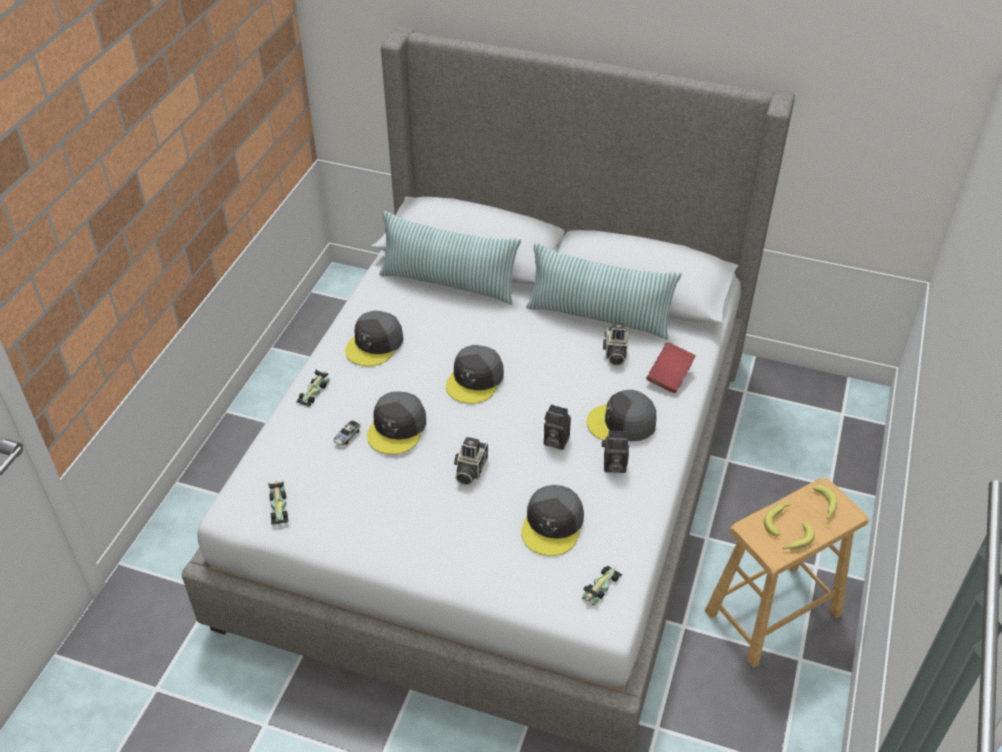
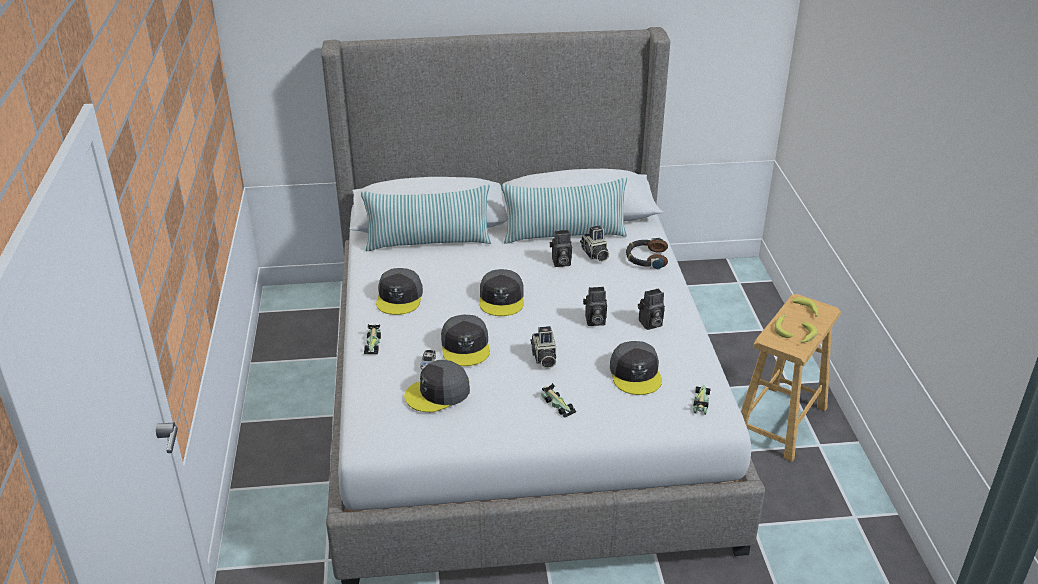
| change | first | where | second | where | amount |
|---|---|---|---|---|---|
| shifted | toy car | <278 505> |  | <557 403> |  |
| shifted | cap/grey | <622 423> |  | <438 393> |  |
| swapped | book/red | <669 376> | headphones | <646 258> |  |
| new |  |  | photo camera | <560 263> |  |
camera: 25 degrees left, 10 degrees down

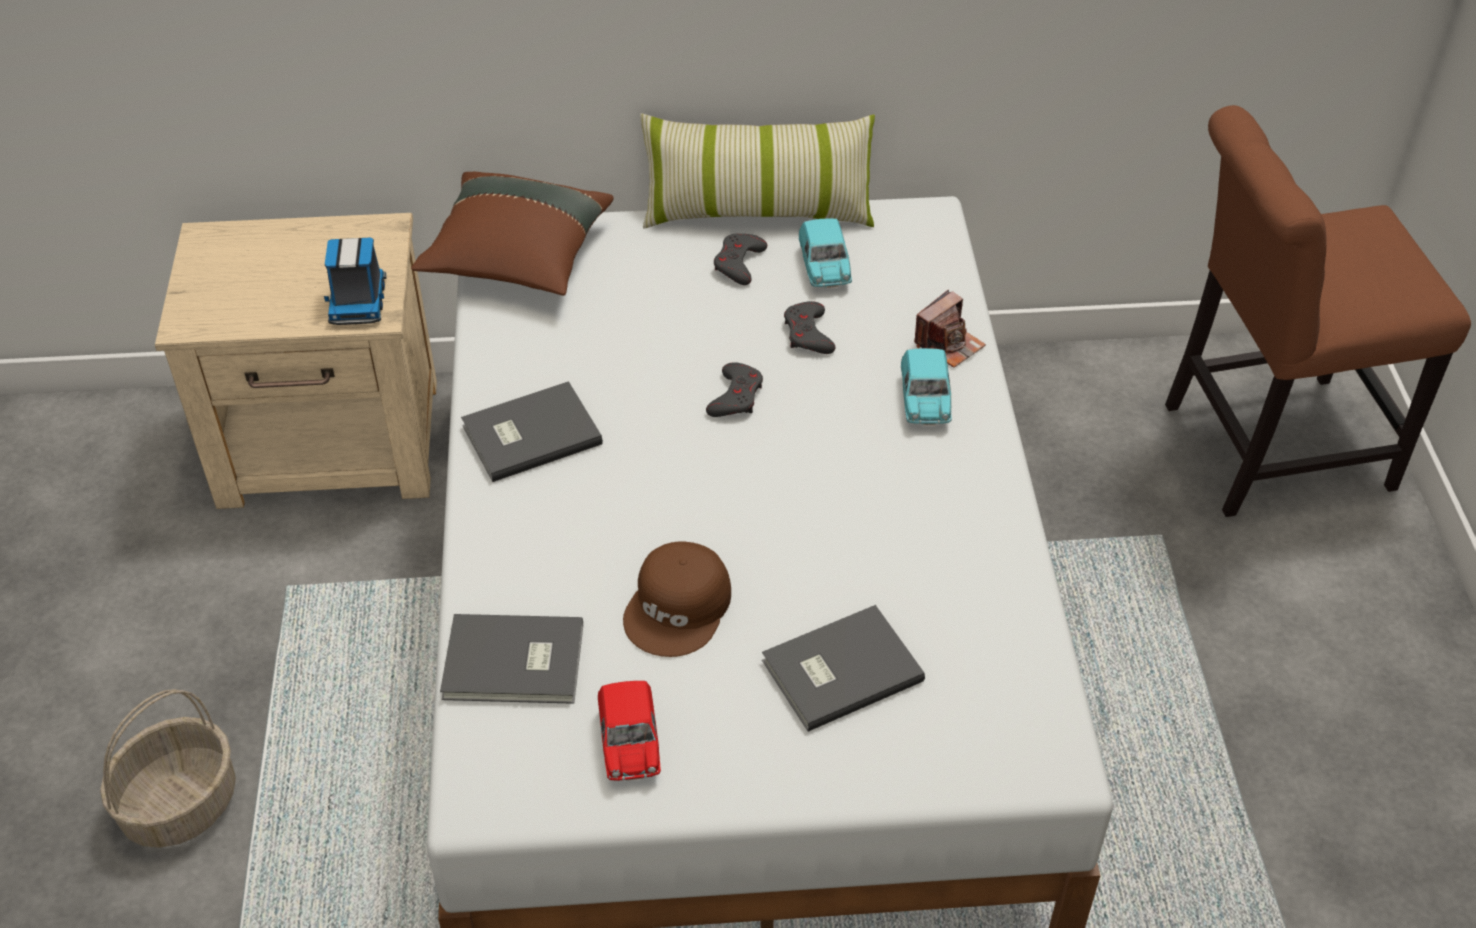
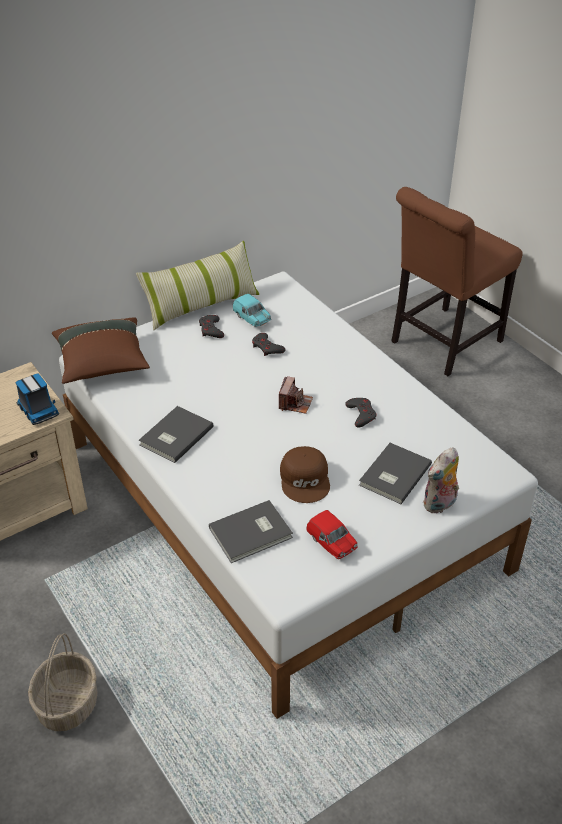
| change | first | where | second | where | amount |
|---|---|---|---|---|---|
| shifted | game controller/grey | <736 396> |  | <361 414> |  |
| gone | toy car/turquoise | <925 402> |  |  |  |
| shifted | photo camera | <949 344> |  | <295 403> |  |
| new |  |  | plush toy | <440 505> |  |
camera: 30 degrees left, 5 degrees down

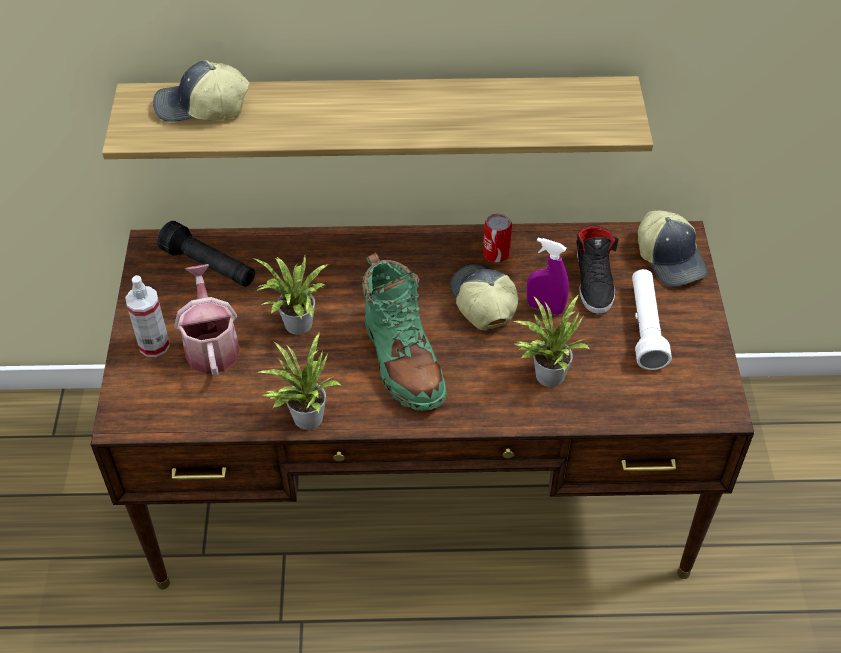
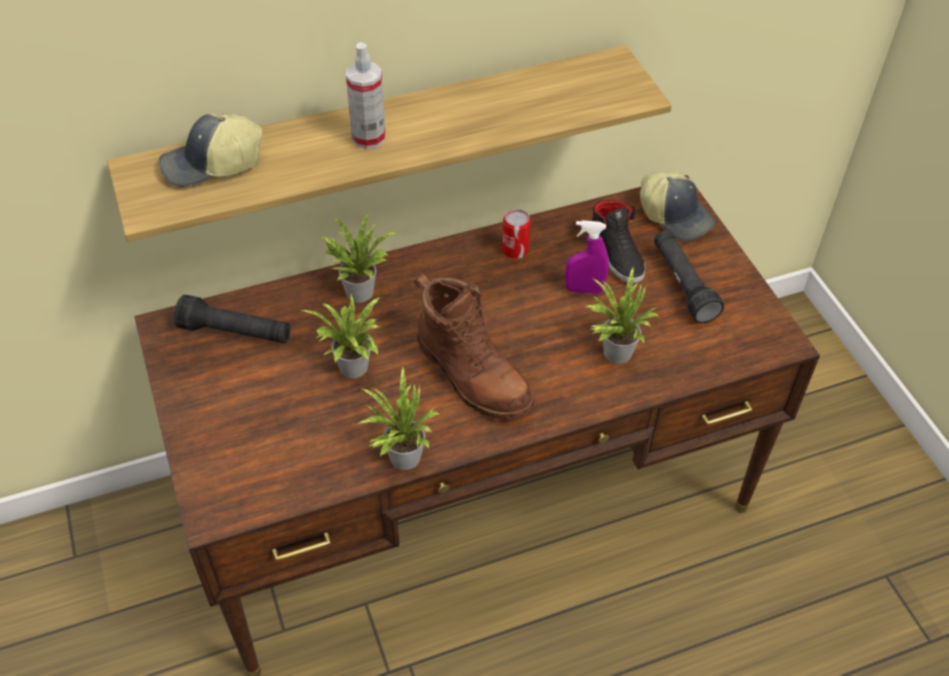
| change | first | where | second | where | amount |
|---|---|---|---|---|---|
| shifted | spray bottle | <154 345> |  | <368 137> |  |
| gone | watering can | <211 345> |  |  |  |
| repainted | boot/green | <402 360> | boot/brown | <472 375> |  |
| gone | cap | <482 302> |  |  |  |
| repainted | flashlight/white | <645 327> | flashlight/black | <682 284> |  |
| new |  |  | potted plant | <358 290> |  |
camera: 20 degrees left, 0 degrees up

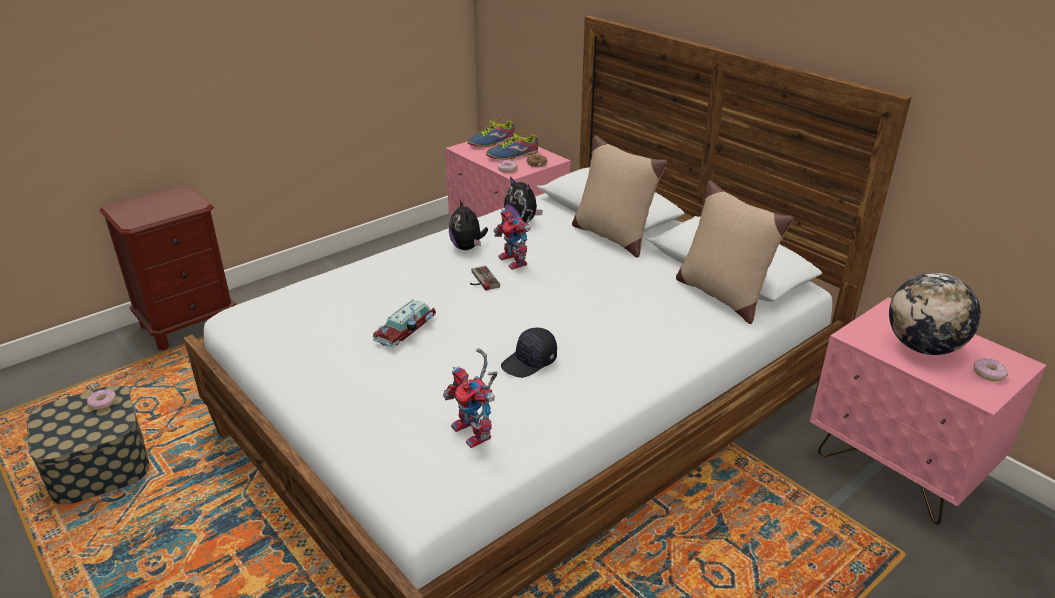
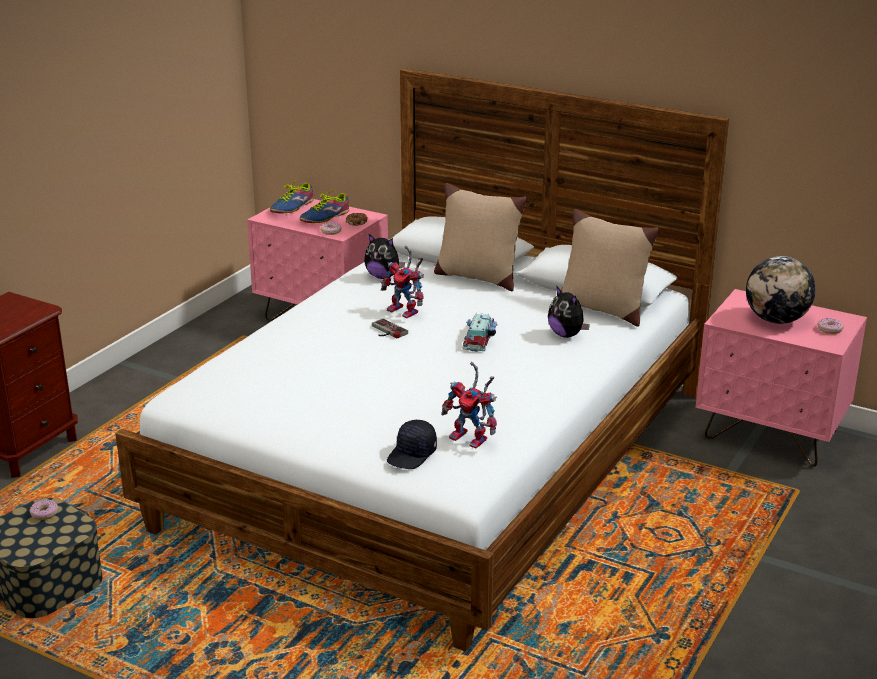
| change | first | where | second | where | amount |
|---|---|---|---|---|---|
| shifted | toy car | <407 328> |  | <480 338> |  |
| shifted | plush toy | <467 247> |  | <566 335> |  |
| shifted | cap/black | <530 362> |  | <412 455> |  |
camera: 20 degrees left, 5 degrees down

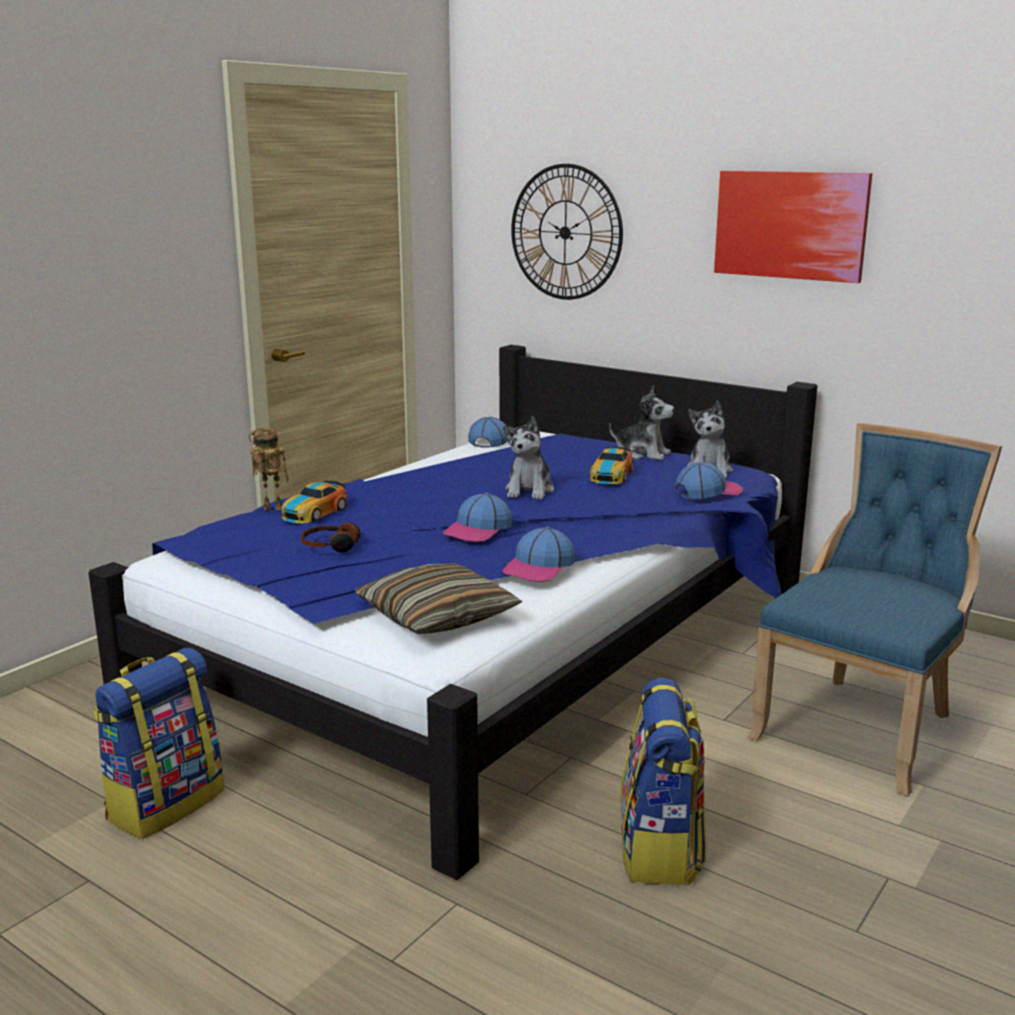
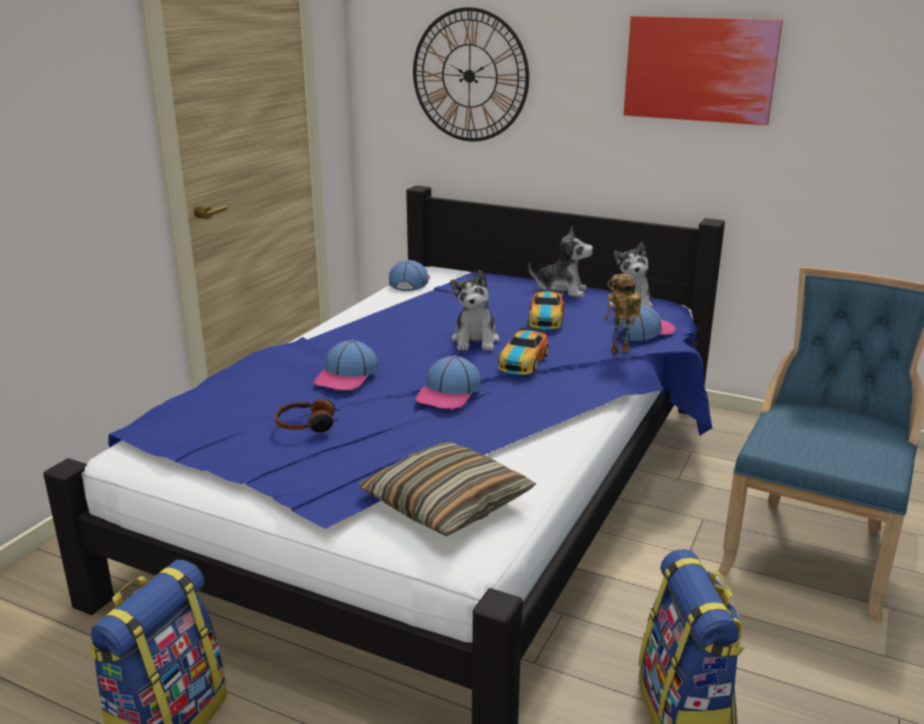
| change | first | where | second | where | amount |
|---|---|---|---|---|---|
| shifted | toy robot | <271 509> |  | <619 352> |  |
| shifted | toy car | <314 512> |  | <523 360> |  |
| shifted | cap | <539 567> |  | <346 376> |  |
camera: 10 degrees left, 5 degrees up

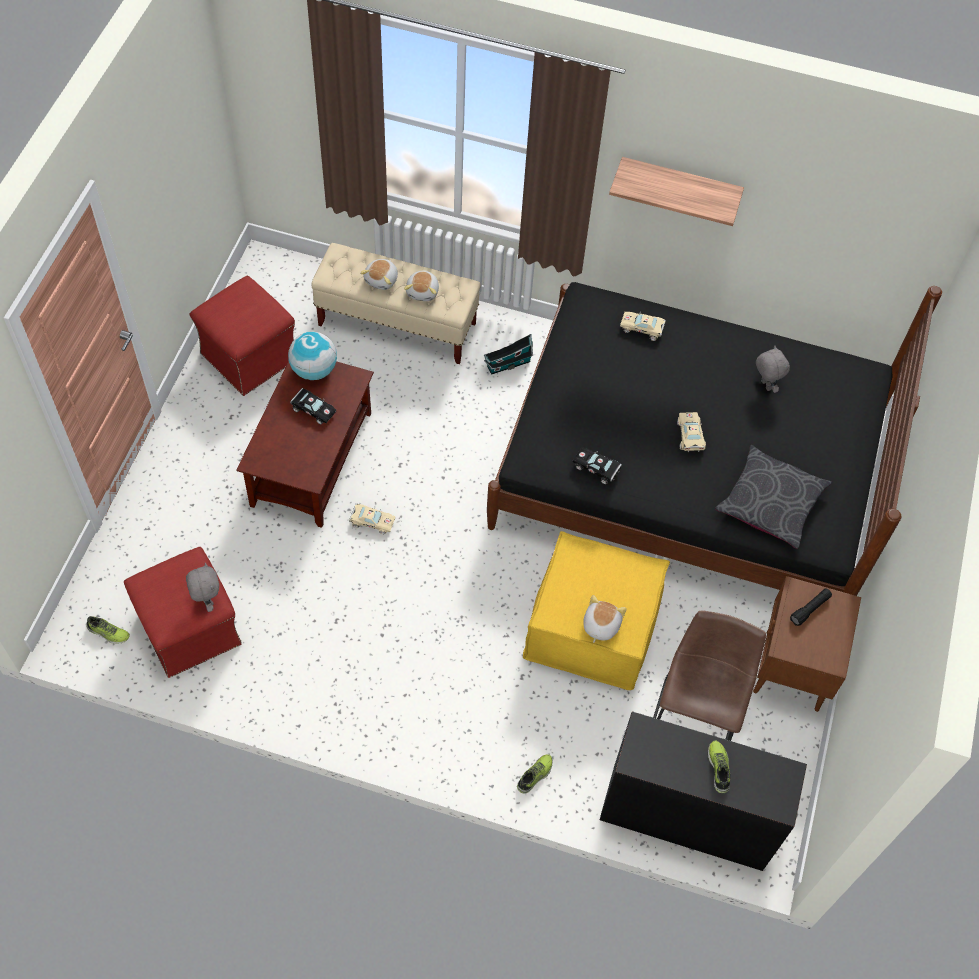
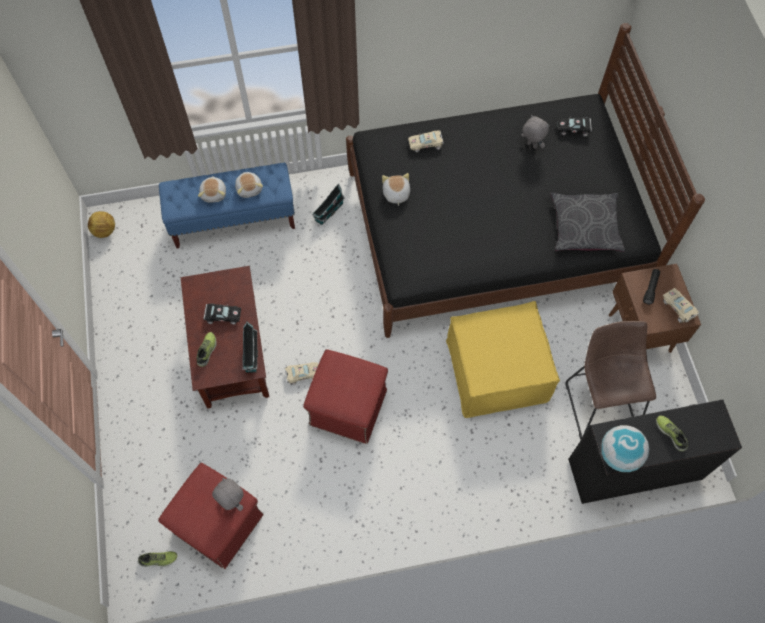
| change | first | where | second | where | amount |
|---|---|---|---|---|---|
| shifted | ottoman/red | <248 356> |  | <347 407> |  |
| shifted | globe | <314 370> |  | <619 455> |  |
| repainted | bench/beige | <397 324> | bench/blue | <234 220> |  |
| shifted | shoe | <535 775> |  | <207 350> |  |
| shifted | toy car/black | <597 469> |  | <574 129> |  |
| shifted | plush toy | <600 625> |  | <396 194> |  |
| gone | shelf | <679 186> |  |  |  |
| shifted | toy car/beige | <690 437> |  | <679 309> |  |
| new |  |  | football | <105 231> |  |
| new |  |  | toy house | <251 356> |  |
camera: 25 degrees left, 5 degrees up

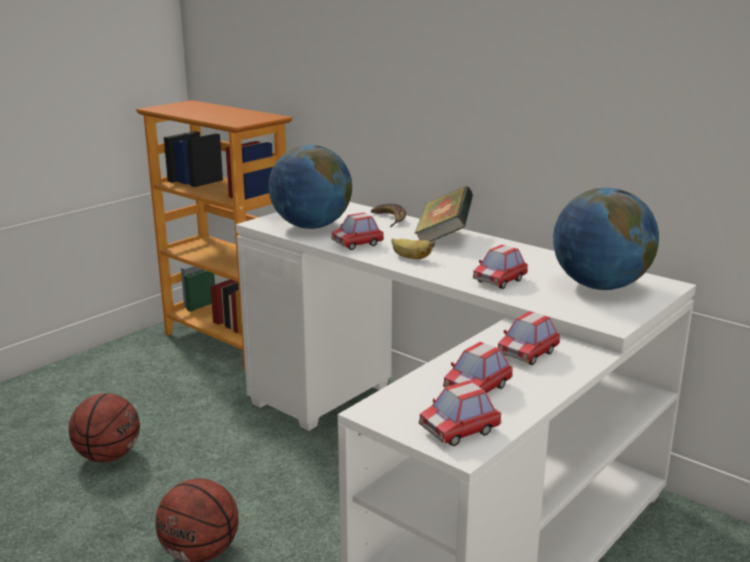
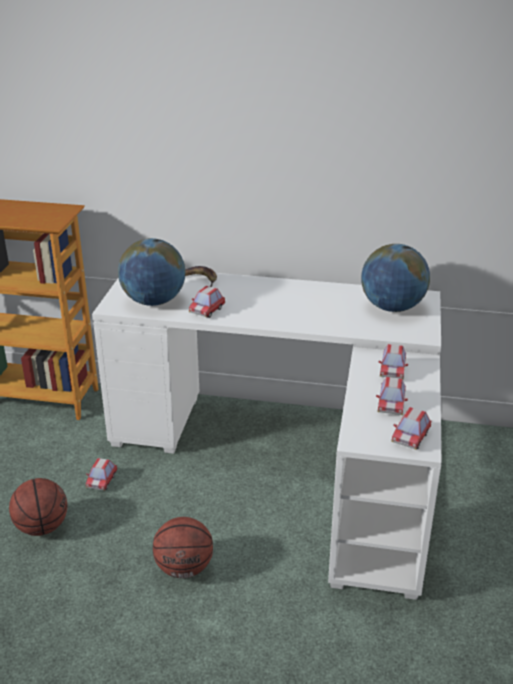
| change | first | where | second | where | amount |
|---|---|---|---|---|---|
| gone | banana | <410 258> |  |  |  |
| gone | book | <443 237> |  |  |  |
| shifted | toy car | <500 281> |  | <102 481> |  |
camera: 30 degrees left, 10 degrees up

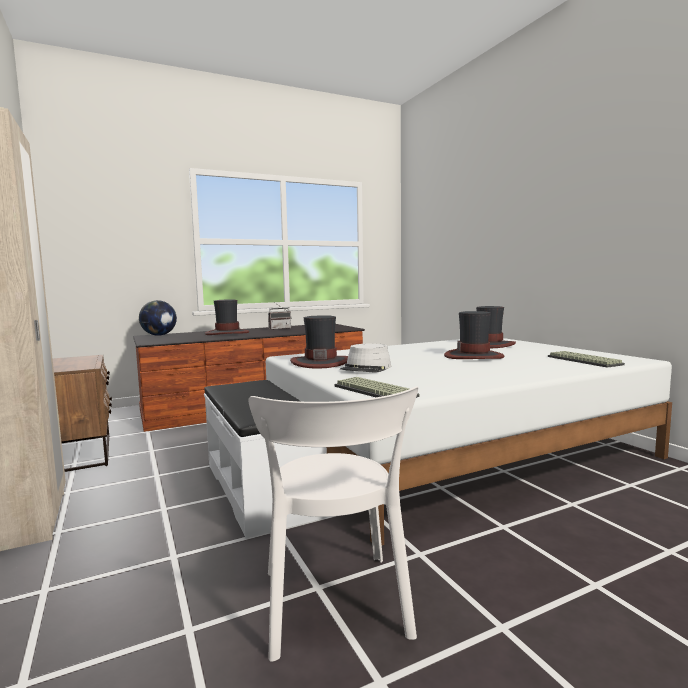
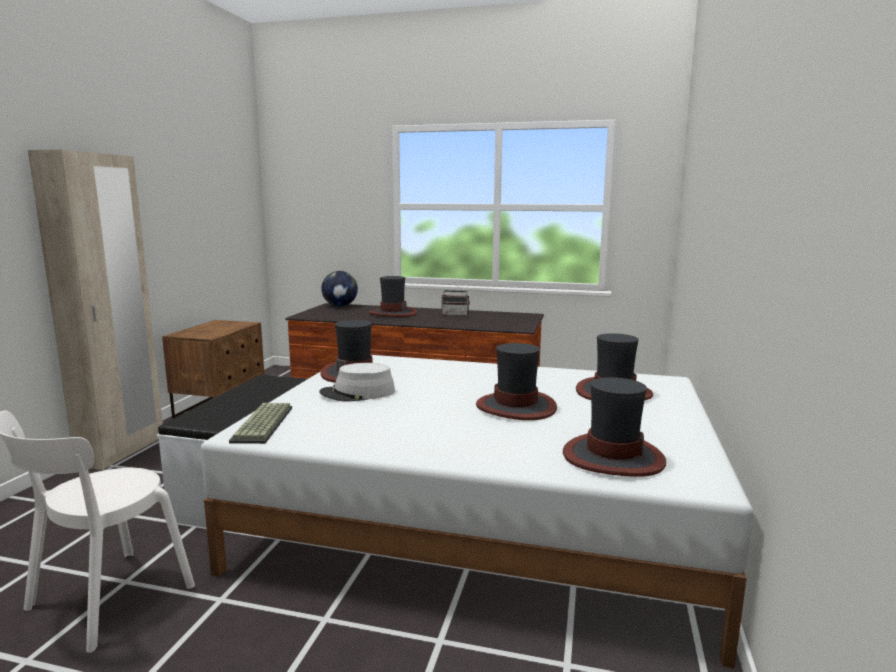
| change | first | where | second | where | amount |
|---|---|---|---|---|---|
| swapped | keyboard | <582 360> | hat | <612 457> |  |
camera: 40 degrees right, 5 degrees up

